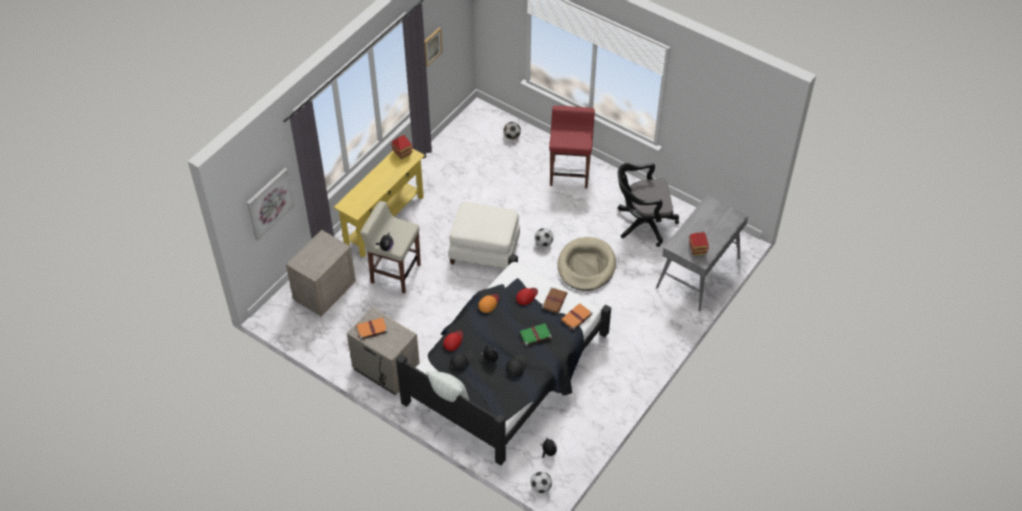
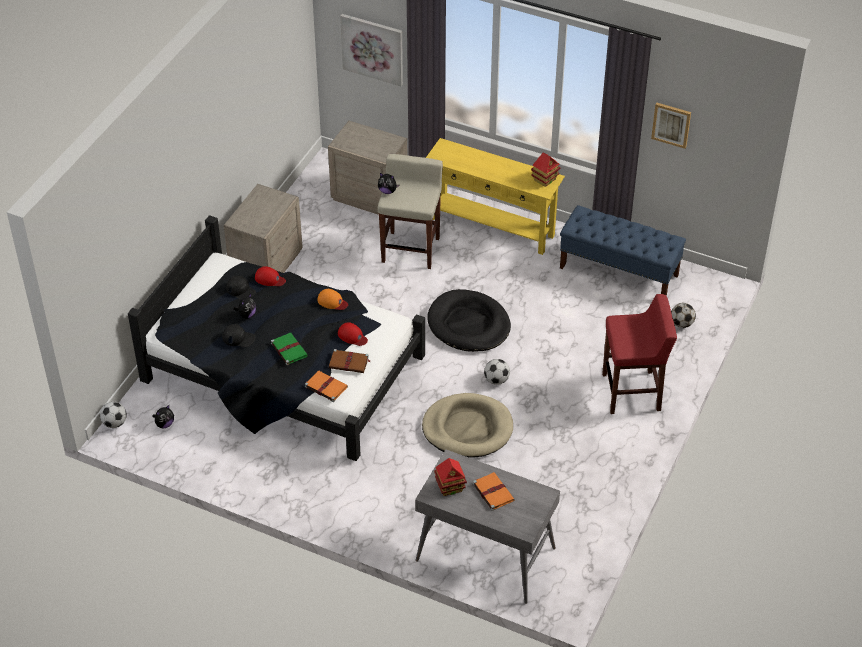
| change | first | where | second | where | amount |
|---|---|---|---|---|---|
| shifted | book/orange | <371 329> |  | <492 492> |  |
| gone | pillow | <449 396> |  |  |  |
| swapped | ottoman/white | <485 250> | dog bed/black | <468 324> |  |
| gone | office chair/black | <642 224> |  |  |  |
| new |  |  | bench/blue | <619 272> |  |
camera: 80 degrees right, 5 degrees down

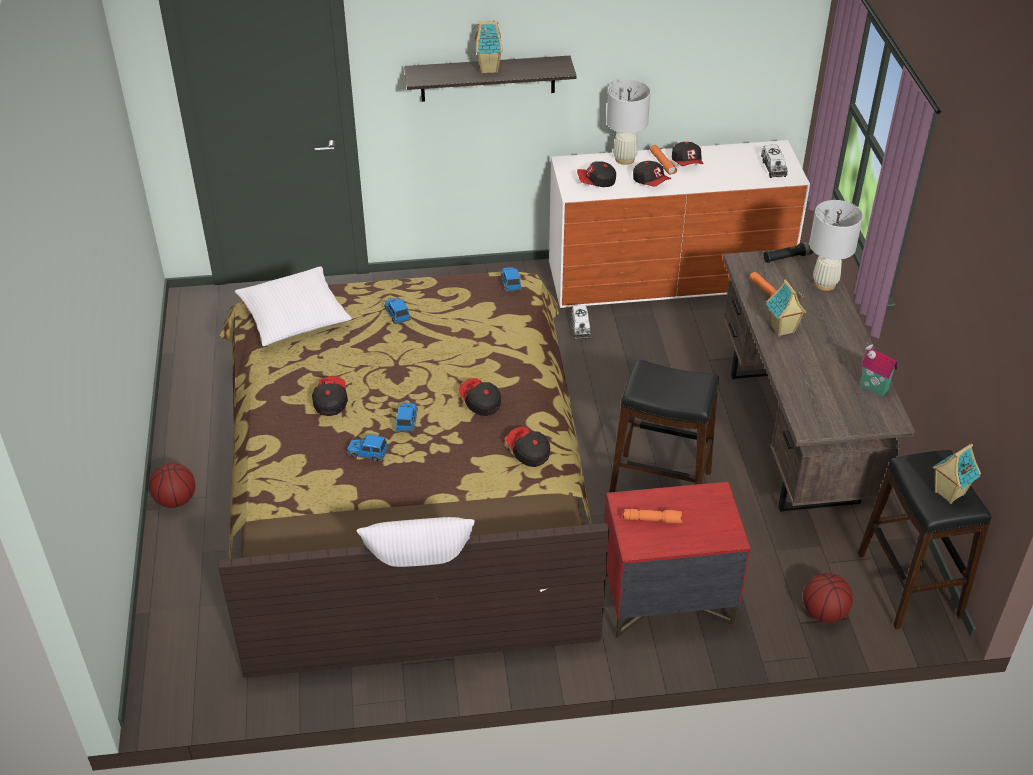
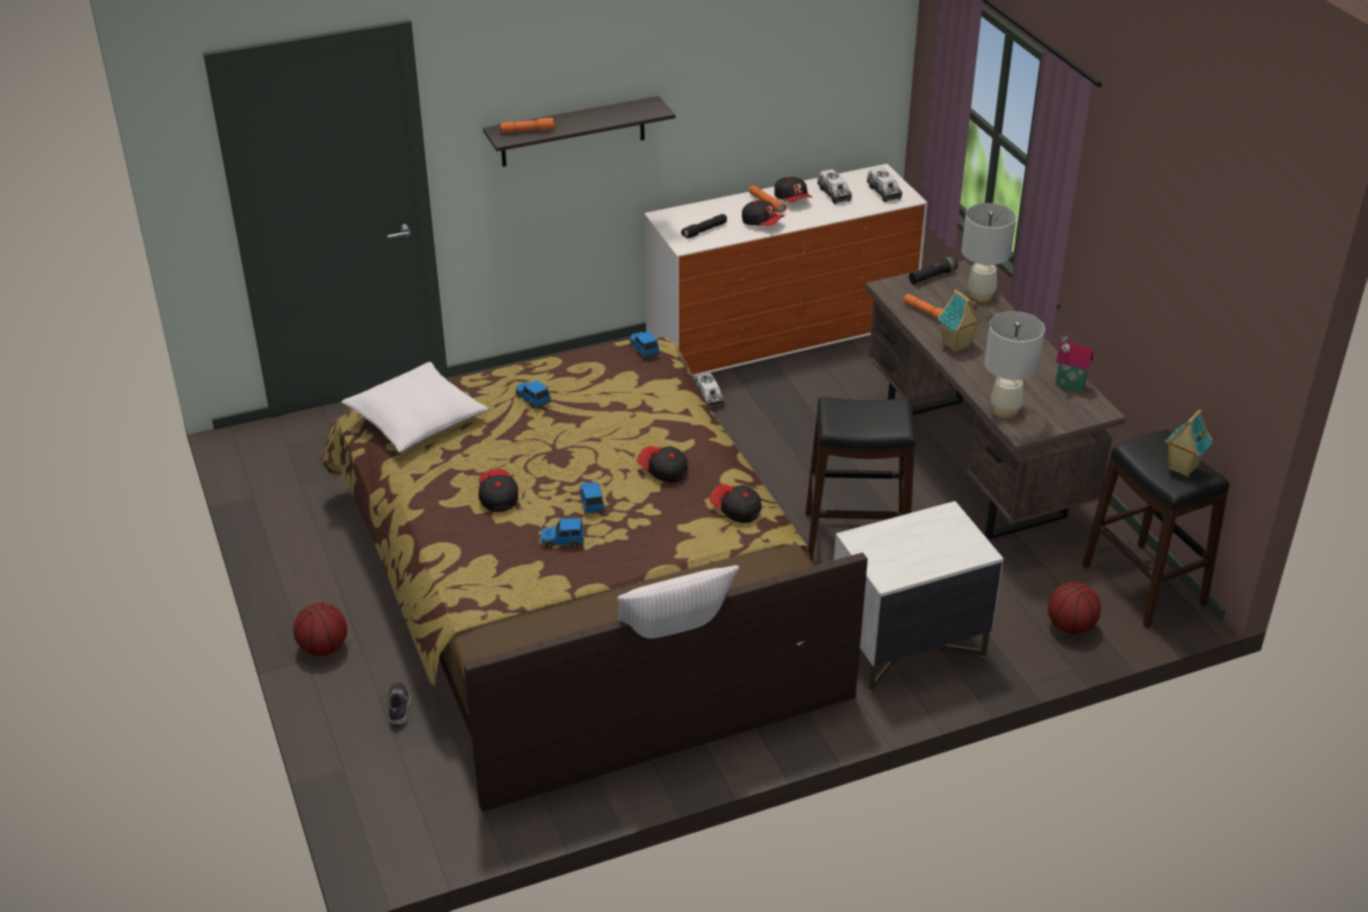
| change | first | where | second | where | amount |
|---|---|---|---|---|---|
| gone | toy house | <489 69> |  |  |  |
| swapped | cap | <596 182> | flashlight/black | <704 231> |  |
| repainted | nightstand/red | <666 600> | nightstand/white | <907 645> |  |
| shifted | table lamp/white | <624 159> |  | <1005 411> |  |
| shifted | flashlight/orange | <652 519> |  | <528 130> |  |
| new |  |  | shoe | <399 708> |  |
| new |  |  | toy truck | <834 194> |  |
camera: 15 degrees left, 5 degrees down

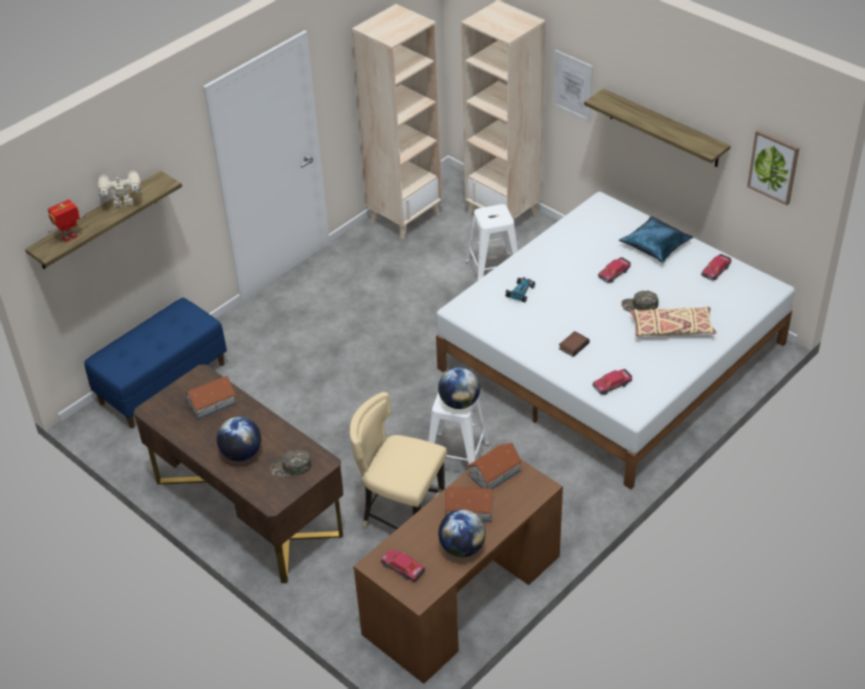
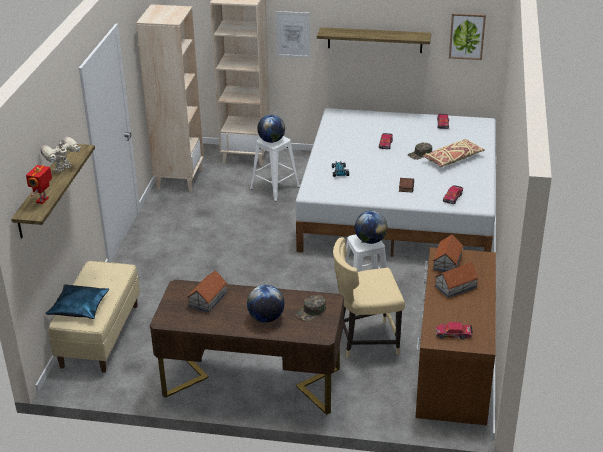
| change | first | where | second | where | amount |
|---|---|---|---|---|---|
| repainted | bench/blue | <163 383> | bench/beige | <99 335> |  |
| shifted | globe | <462 548> |  | <271 141> |  |
| shifted | pillow/blue | <656 245> |  | <79 307> |  |
camera: 35 degrees left, 10 degrees down

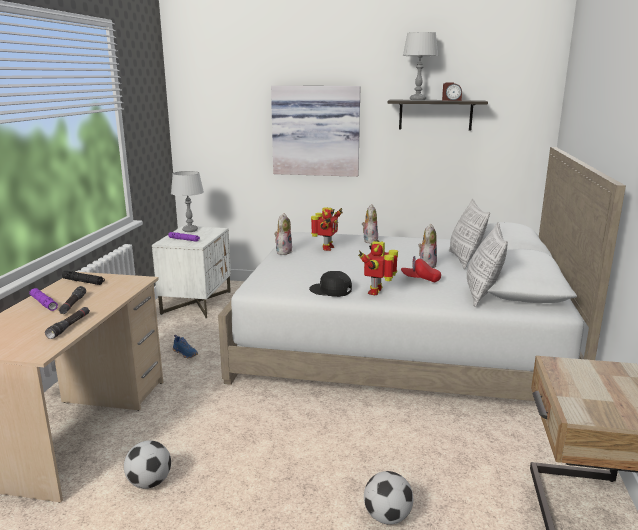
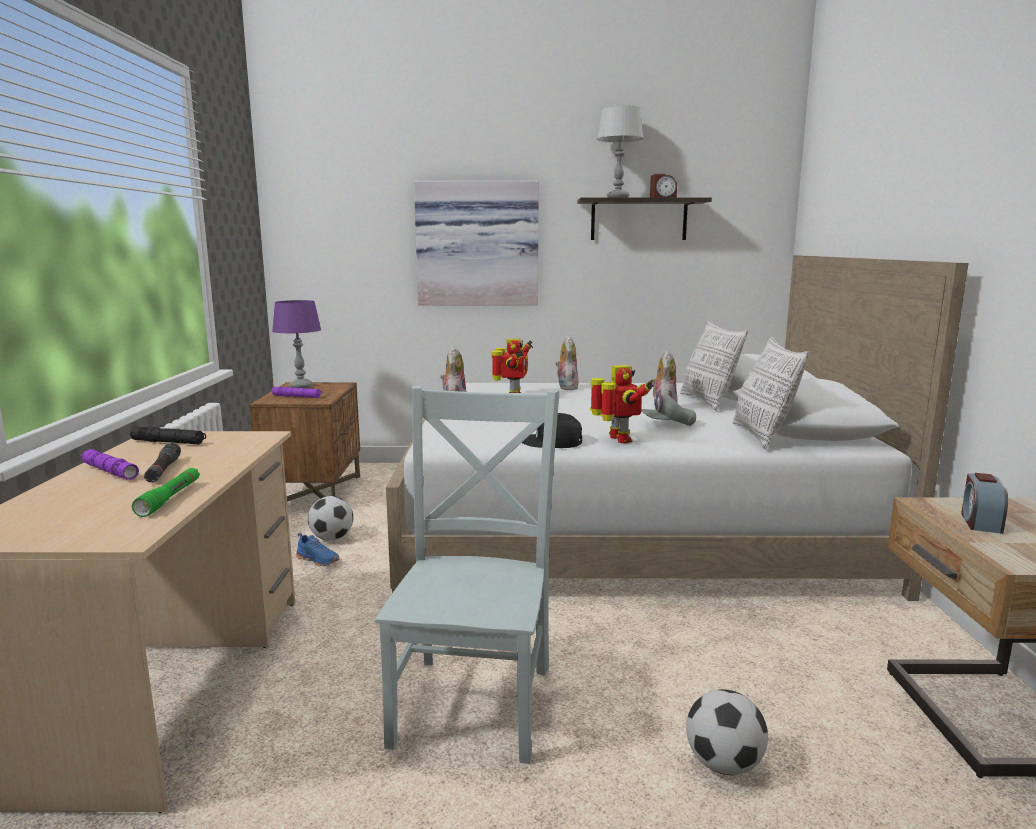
| change | first | where | second | where | amount |
|---|---|---|---|---|---|
| repainted | flashlight/black | <69 326> | flashlight/green | <170 498> |  |
| shifted | football | <149 483> |  | <332 538> |  |
| repainted | nightstand/white | <197 303> | nightstand/brown | <314 493> |  |
| repainted | table lamp/grey | <190 230> | table lamp/purple | <301 386> |  |
| rotated | toy robot | <377 291> |  | <618 440> | 150 degrees clockwise |
| repainted | cap/red | <420 279> | cap/grey | <667 424> |  |
| new |  |  | chair/grey | <475 699> |  |
| new |  |  | alarm clock | <980 522> |  |
camera: 10 degrees left, 5 degrees down

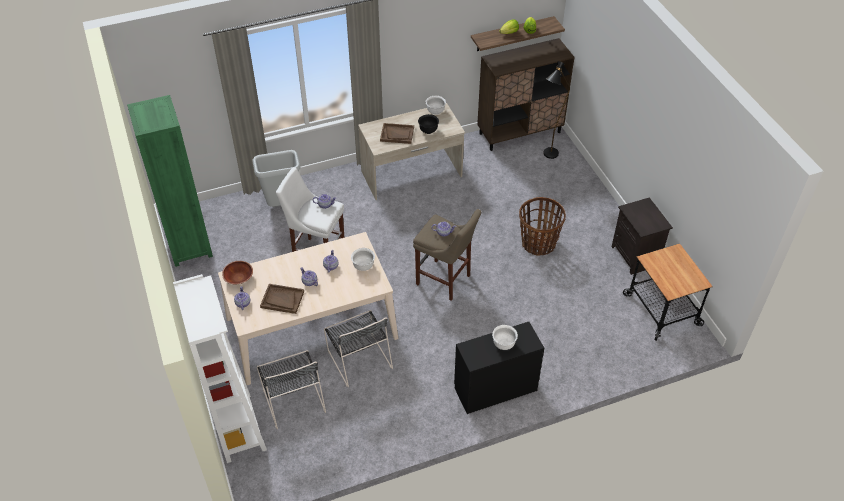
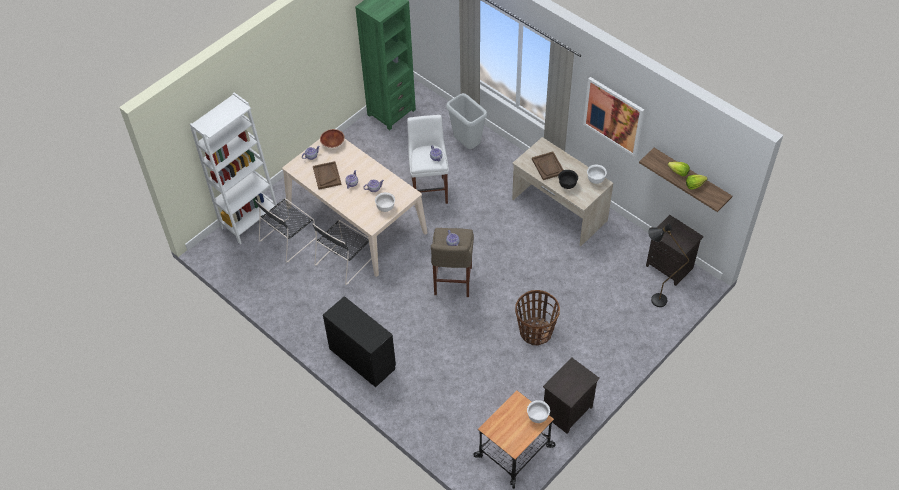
| change | first | where | second | where | amount |
|---|---|---|---|---|---|
| swapped | cabinet/brown | <520 132> | nightstand/black | <670 266> |  |
| shifted | bowl/white | <504 344> |  | <537 417> |  |
| new |  |  | picture | <613 116> |  |
camera: 65 degrees right, 5 degrees up

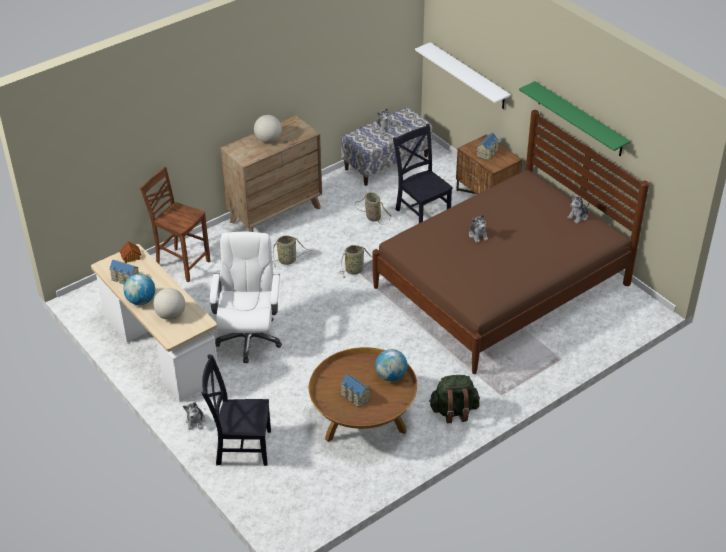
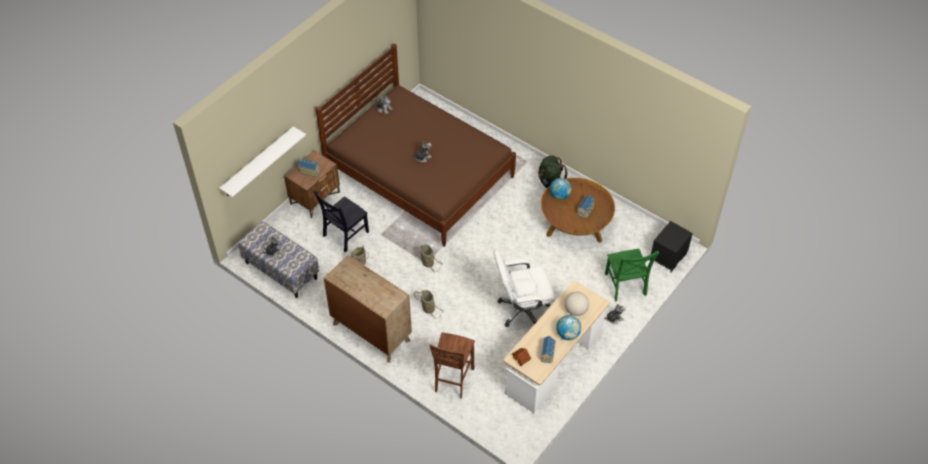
| change | first | where | second | where | amount |
|---|---|---|---|---|---|
| repainted | chair/black | <240 447> | chair/green | <625 286> |  |
| gone | globe | <268 140> |  |  |  |
| gone | shelf/green | <580 119> |  |  |  |
| new |  |  | nightstand/black | <668 257> |  |
camera: 105 degrees left, 10 degrees up

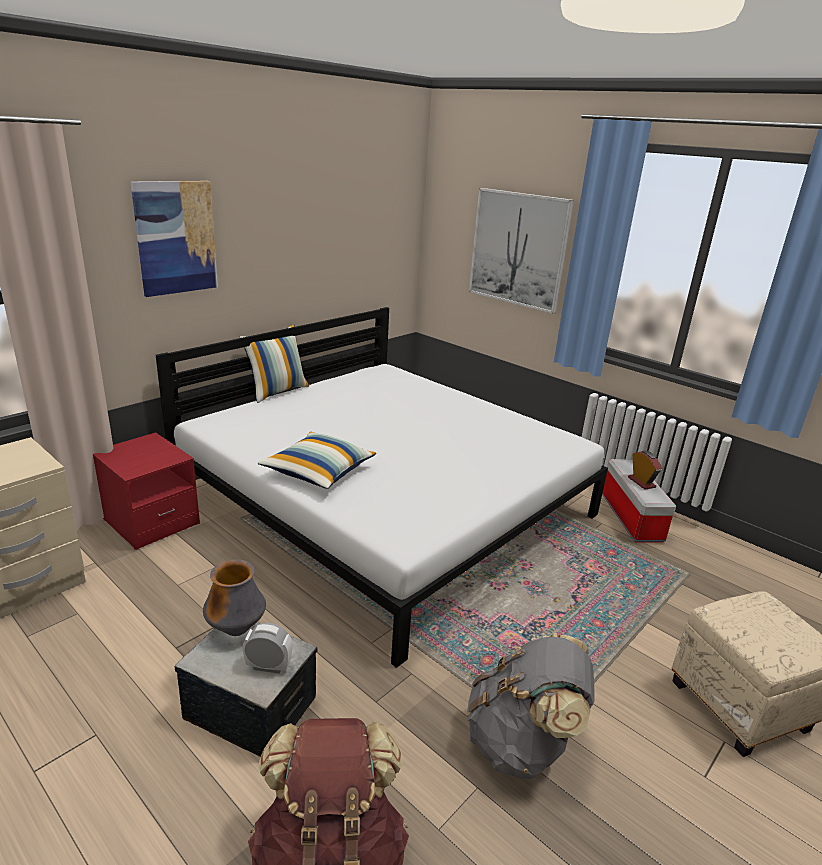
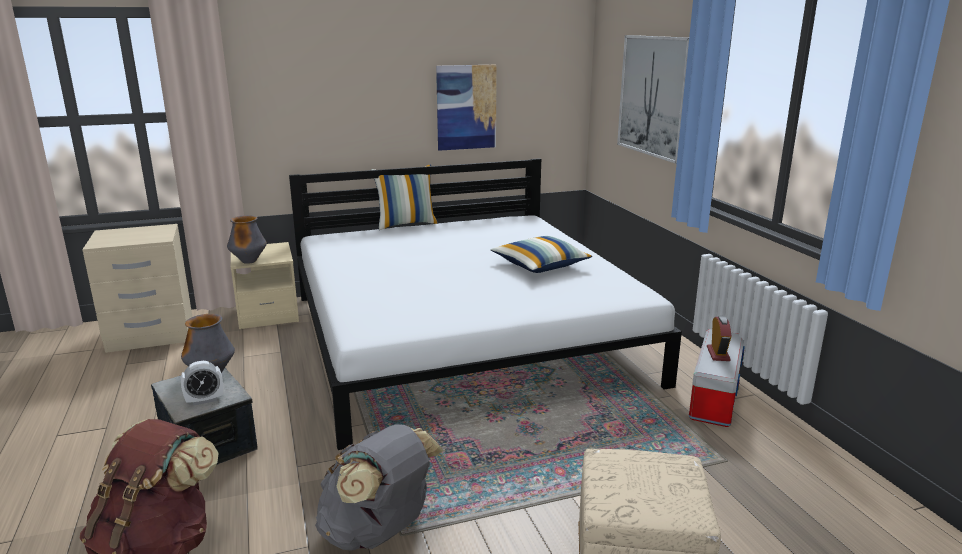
| change | first | where | second | where | amount |
|---|---|---|---|---|---|
| repainted | nightstand/red | <150 521> | nightstand/beige | <268 314> |  |
| shifted | picture | <176 238> |  | <466 107> |  |
| rotated | alarm clock | <268 666> |  | <204 400> | 120 degrees clockwise |
| shifted | pillow | <318 472> |  | <540 265> |  |
| new |  |  | vase | <249 261> |  |
camera: 30 degrees right, 5 degrees down

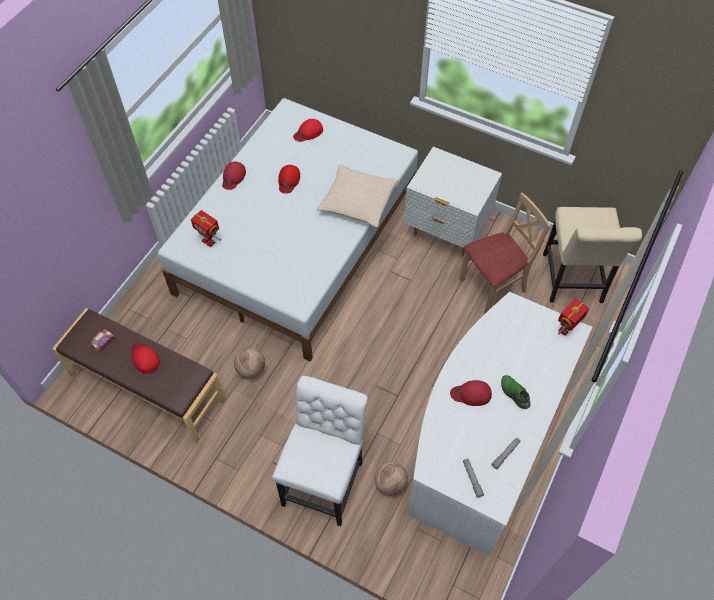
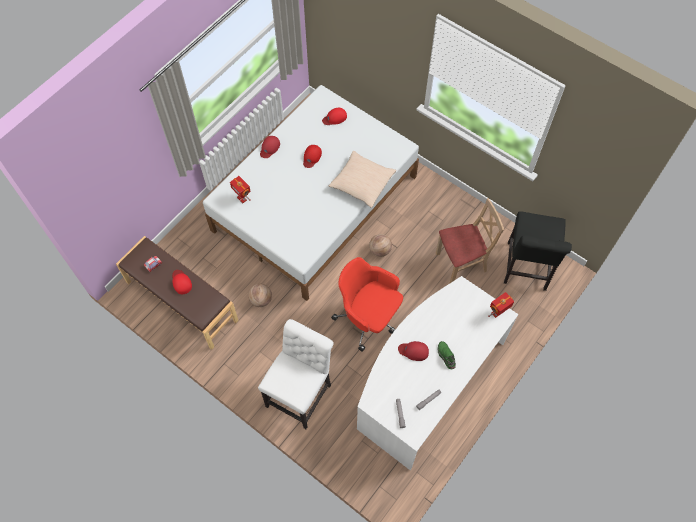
| change | first | where | second | where | amount |
|---|---|---|---|---|---|
| shifted | basketball | <390 484> |  | <380 250> |  |
| gone | nightstand/white | <446 232> |  |  |  |
| repainted | chair/beige | <572 281> | chair/black | <526 269> |  |
| new |  |  | office chair/red | <368 318> |  |
camera: 10 degrees right, 5 degrees up

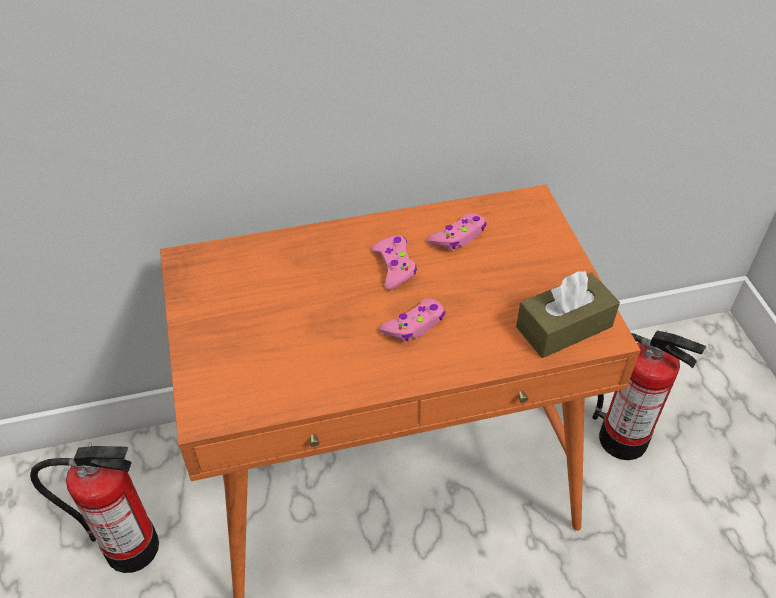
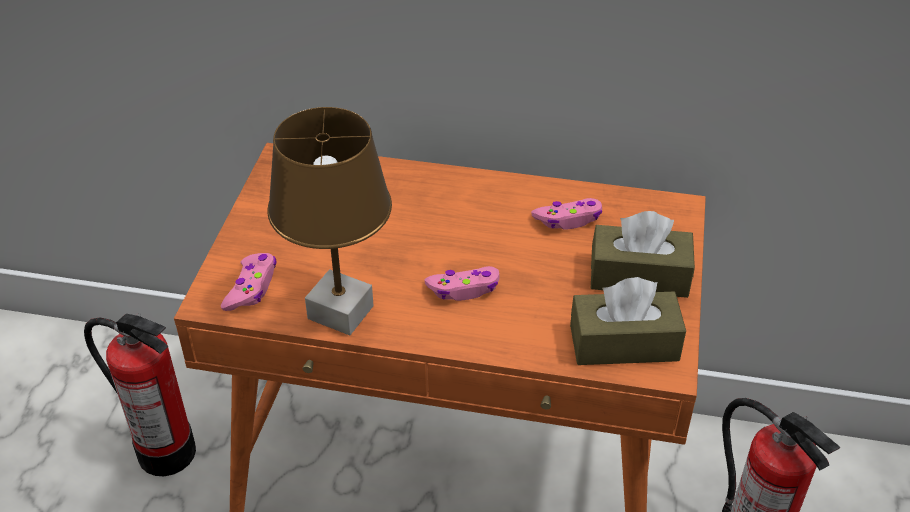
| change | first | where | second | where | amount |
|---|---|---|---|---|---|
| shifted | game controller/pink | <394 267> |  | <251 288> |  |
| new |  |  | table lamp/brown | <339 312> |  |
| new |  |  | tissue box/brown | <639 276> |  |
camera: 25 degrees right, 5 degrees down

